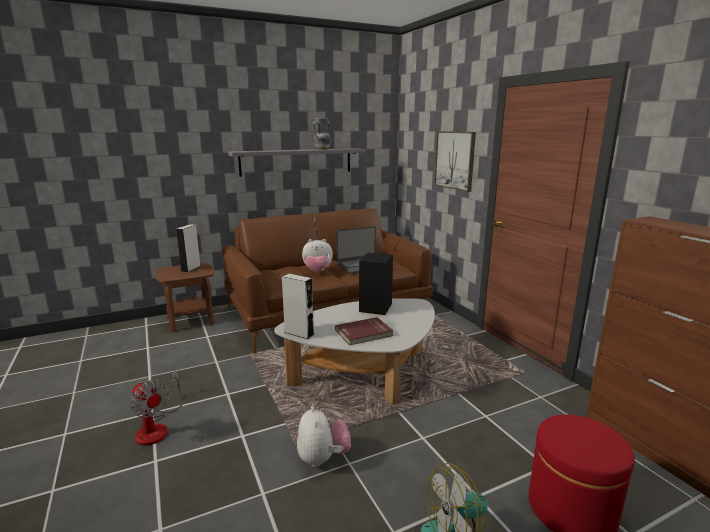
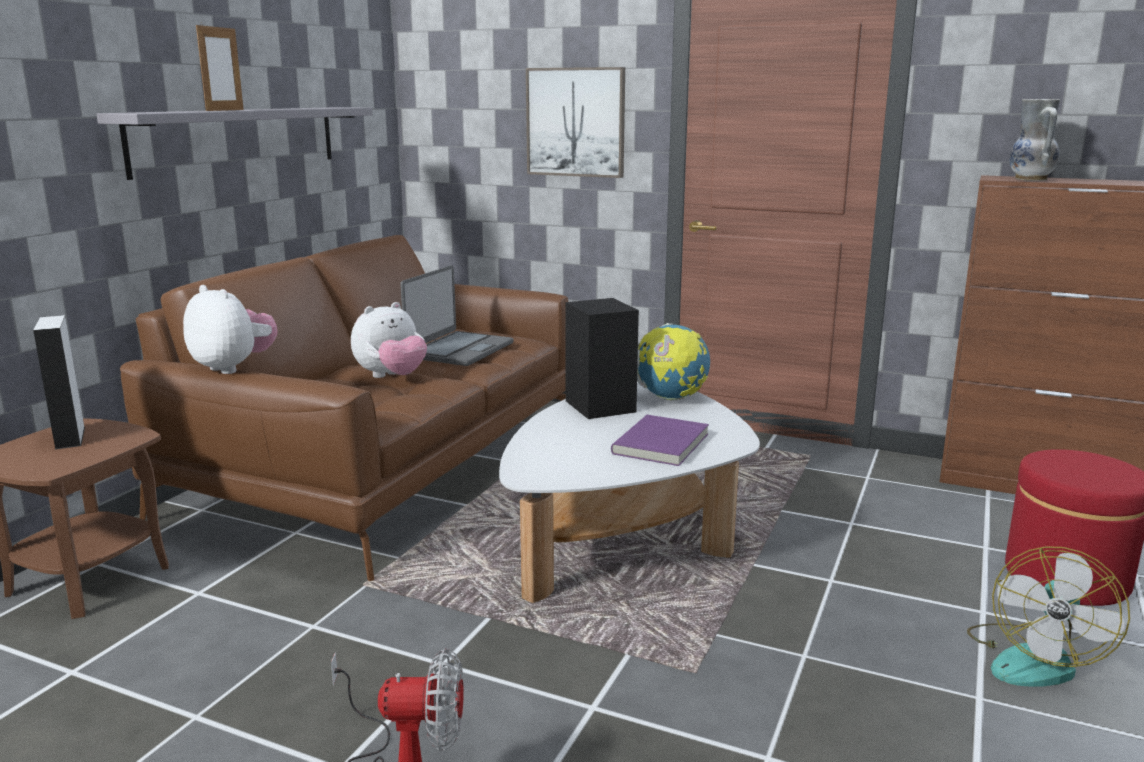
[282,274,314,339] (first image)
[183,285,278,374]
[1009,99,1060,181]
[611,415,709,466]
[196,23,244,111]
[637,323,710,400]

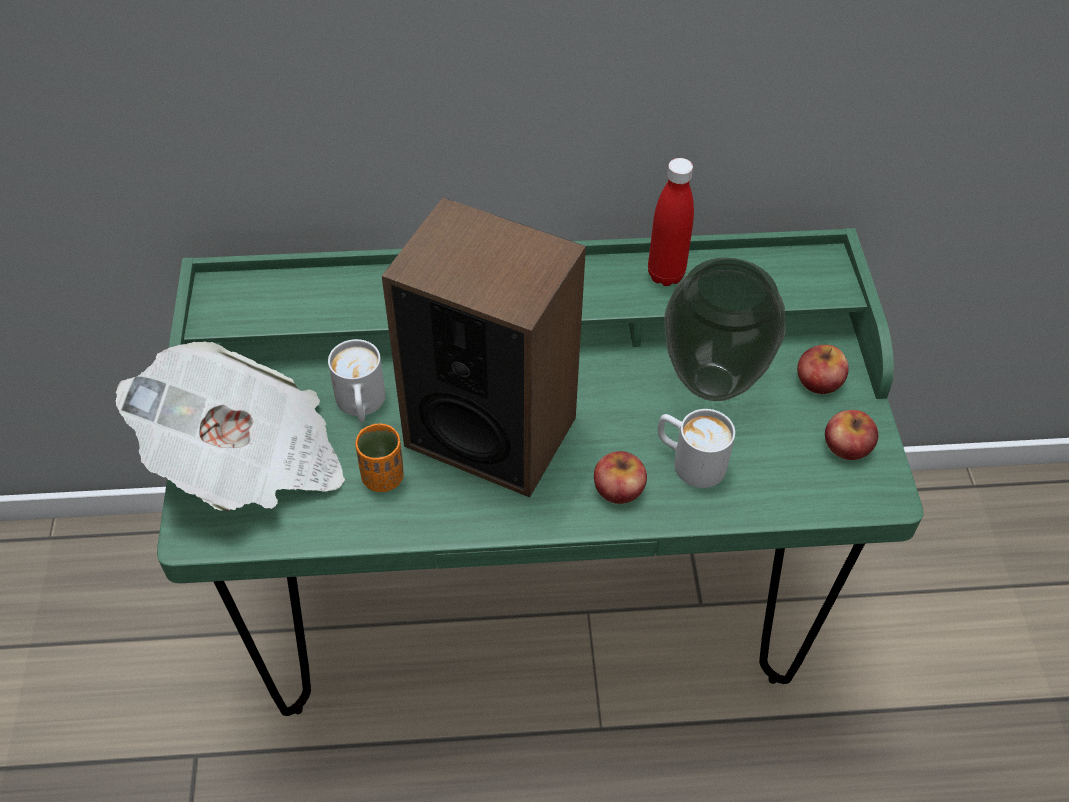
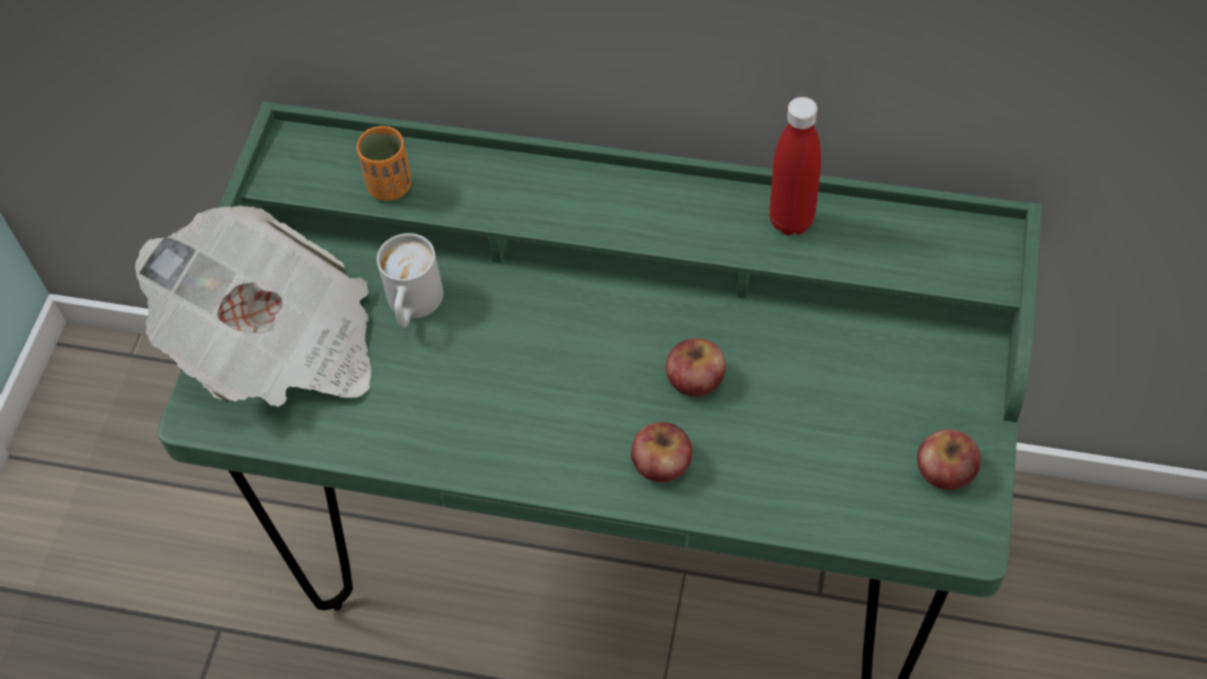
[356,125,411,201]
[382,197,586,497] (first image)
[658,409,735,488] (first image)
[664,258,786,401] (first image)
[666,338,726,397]

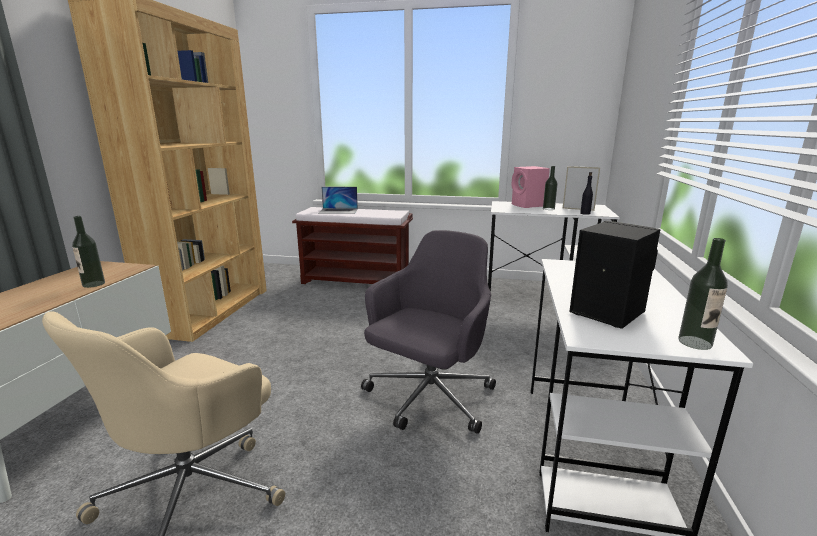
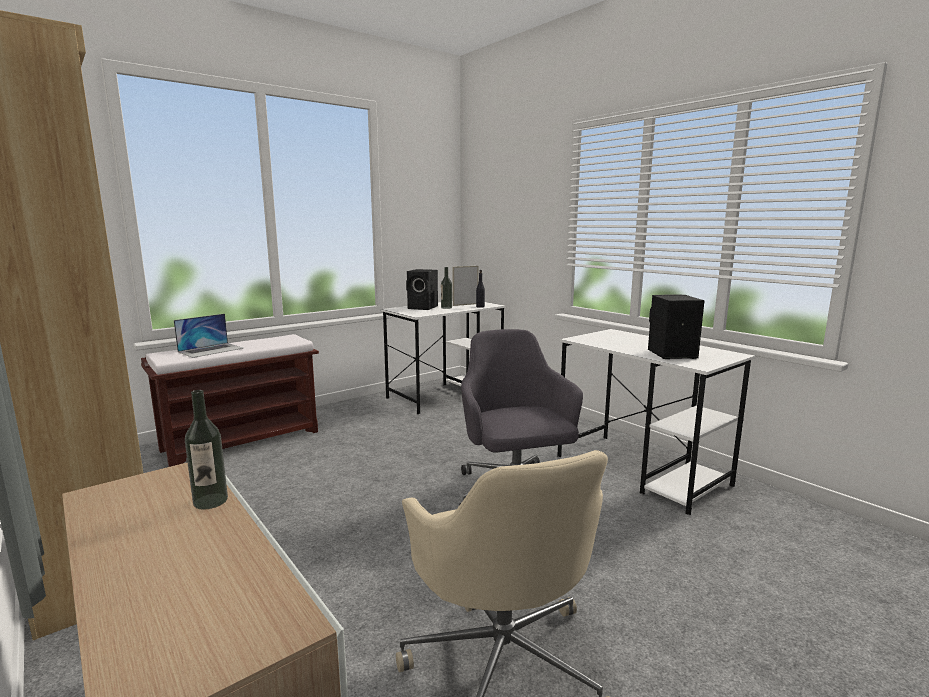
[406,269,438,310]
[678,238,728,350] (first image)

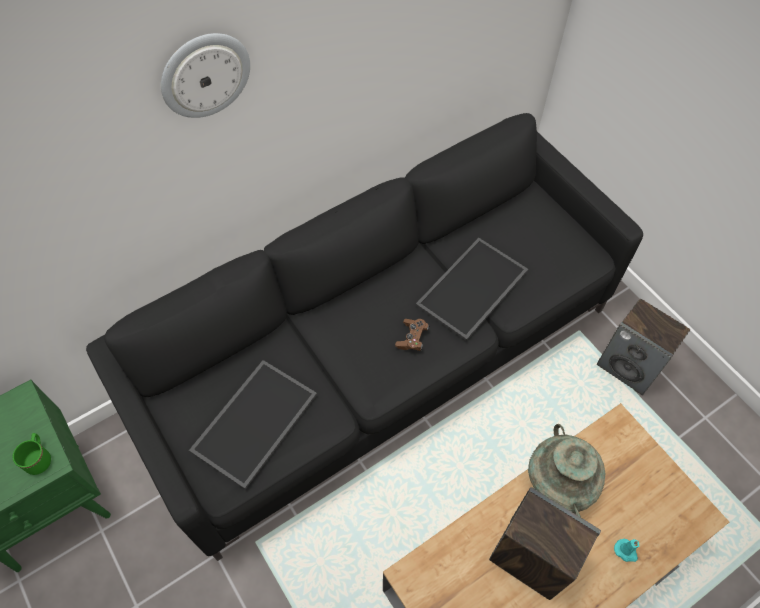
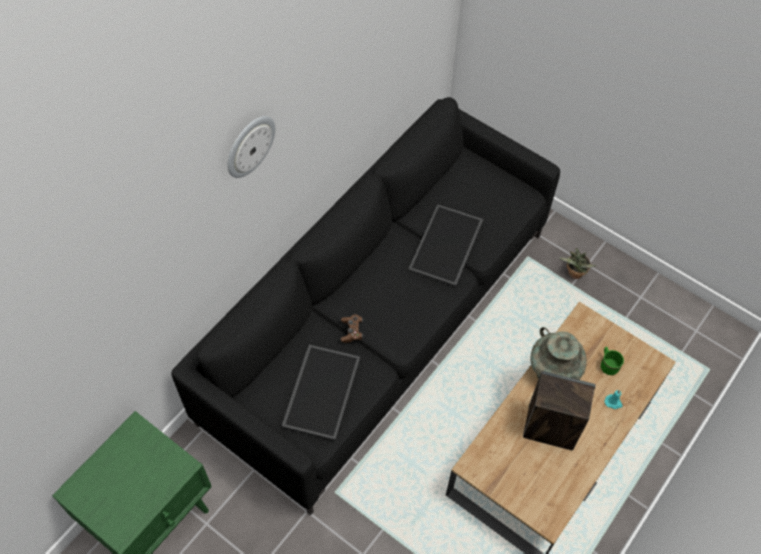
[601,347,624,375]
[341,314,363,343]
[560,248,596,279]

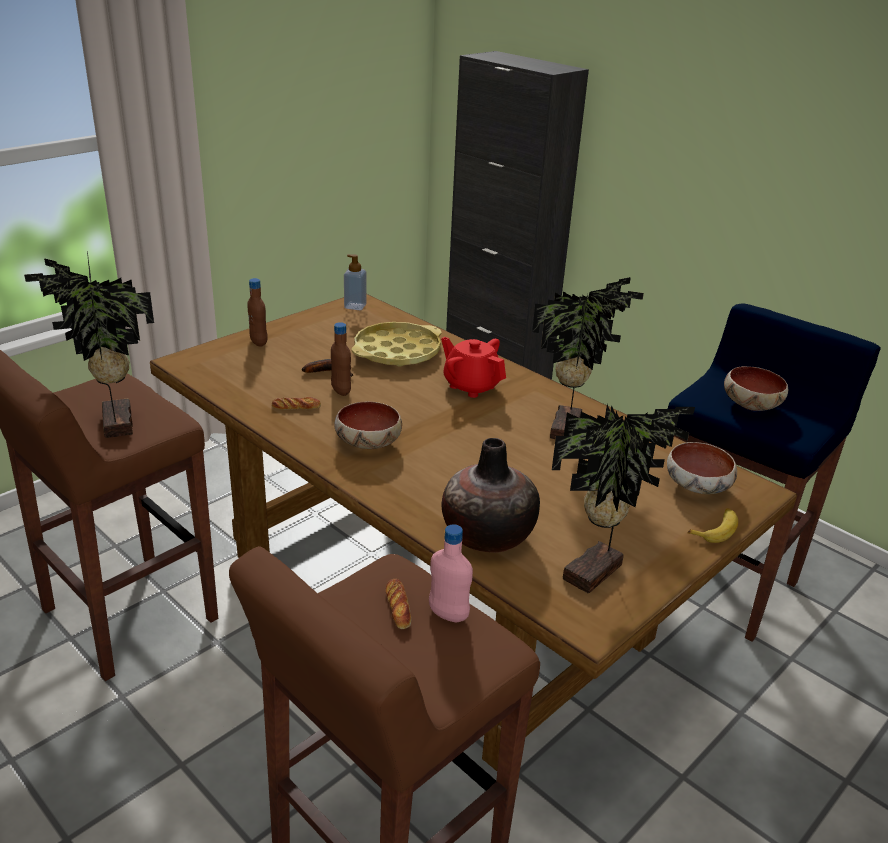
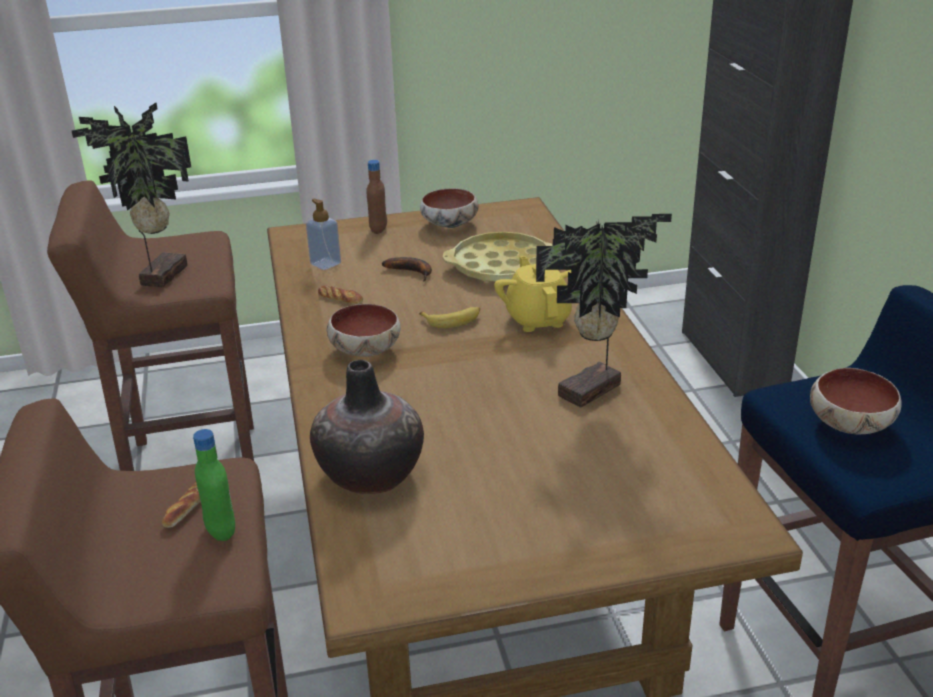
[331,322,351,396] (first image)
[306,199,341,270]
[193,429,235,541]
[494,256,572,332]
[552,404,695,593] (first image)
[420,188,479,228]
[419,307,480,328]

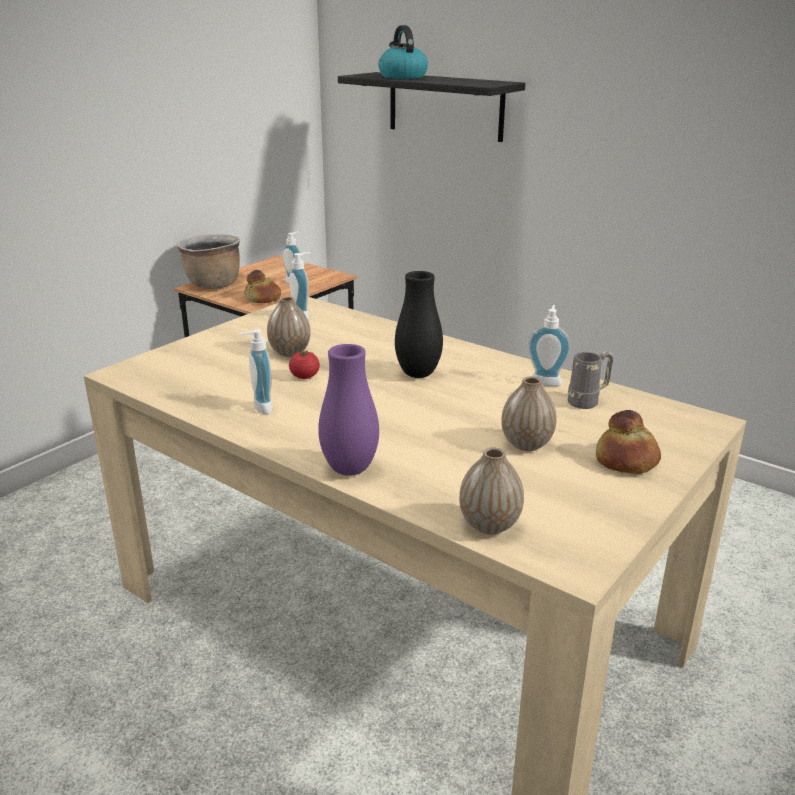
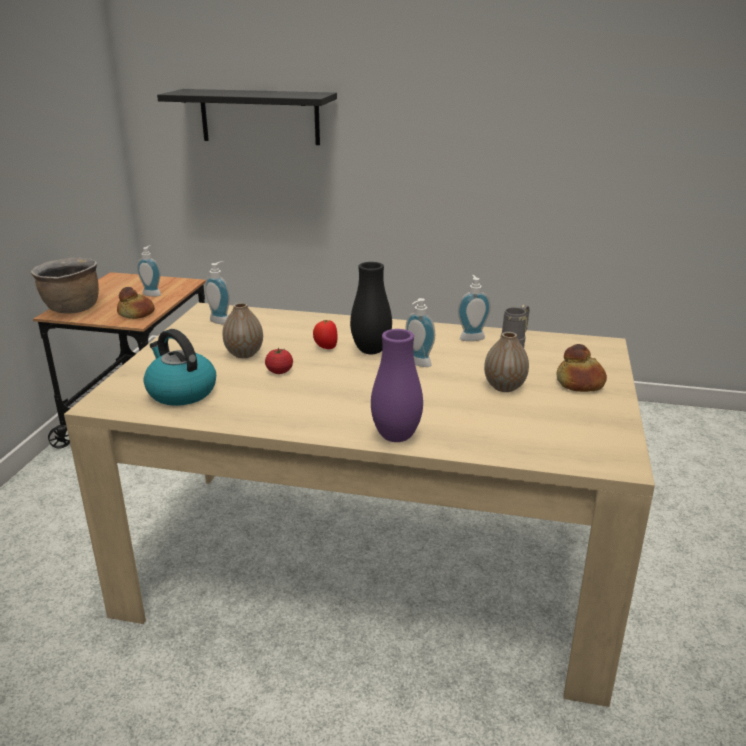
[406,298,435,367]
[143,329,216,406]
[459,447,524,535] (first image)
[313,320,338,349]

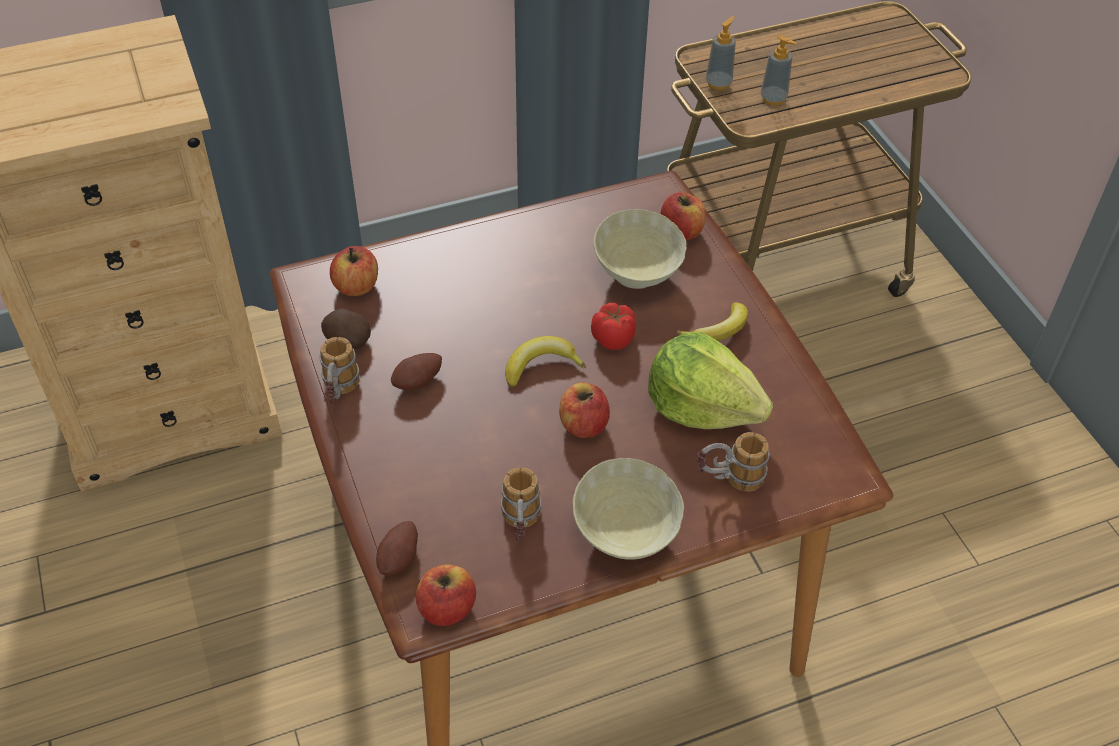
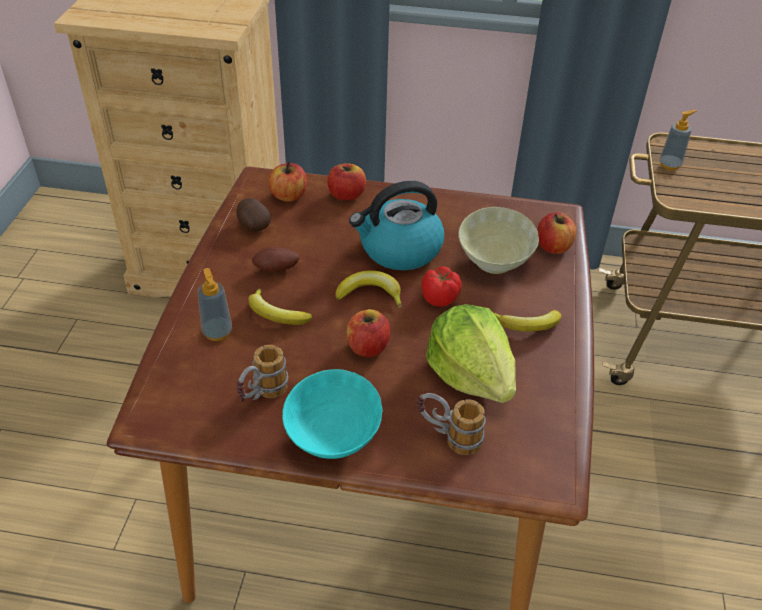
[319,337,360,404] (first image)
[376,521,418,575] (first image)
[327,163,366,201]
[282,369,382,459]
[197,268,232,341]
[248,289,312,325]
[349,181,444,270]

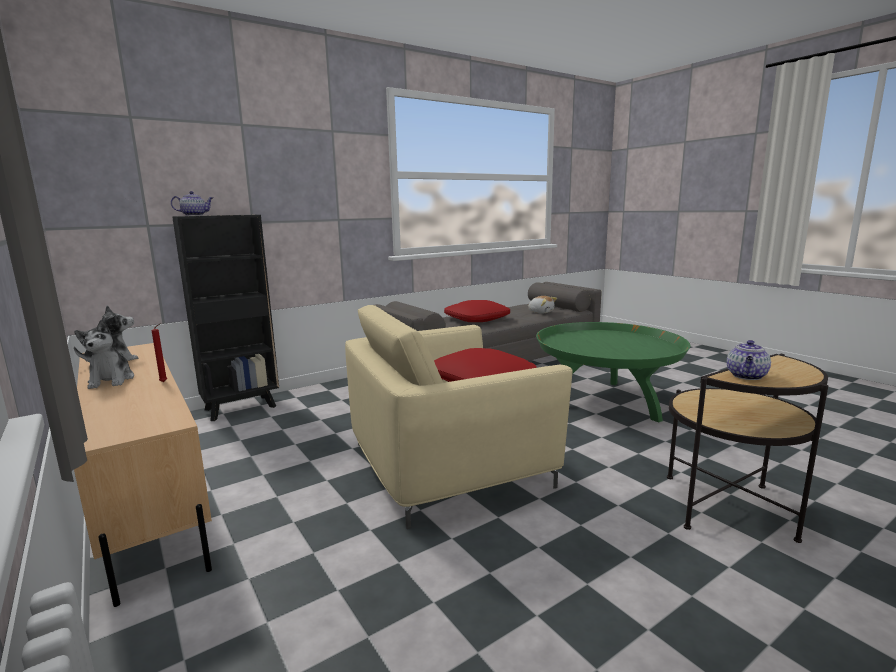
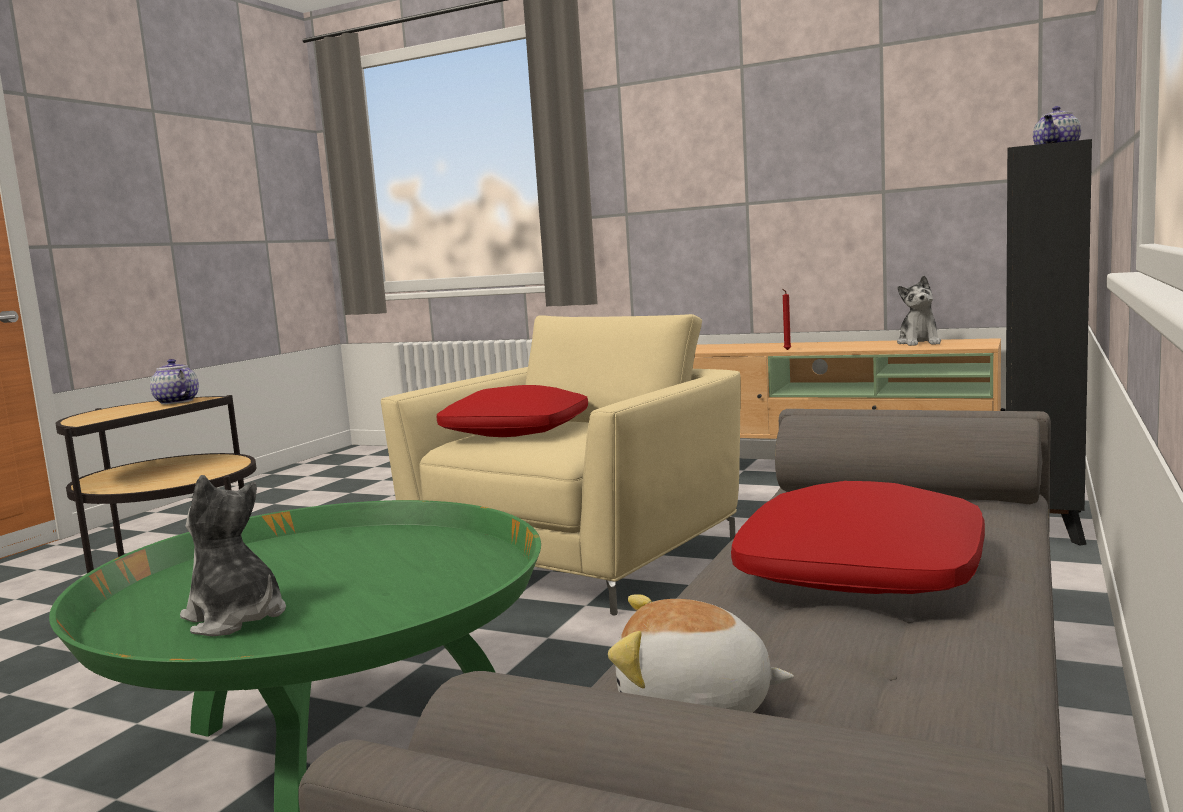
[180,475,286,636]
[150,359,199,404]

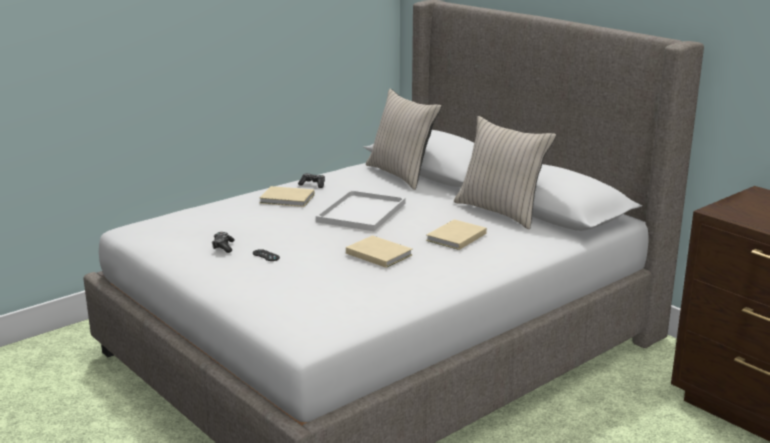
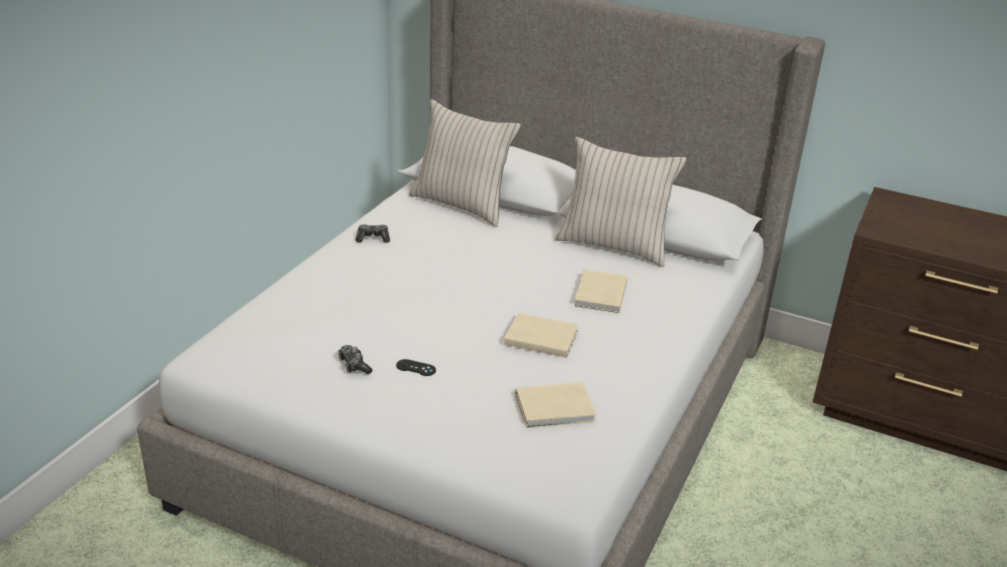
[516,382,597,428]
[316,190,405,231] (first image)

